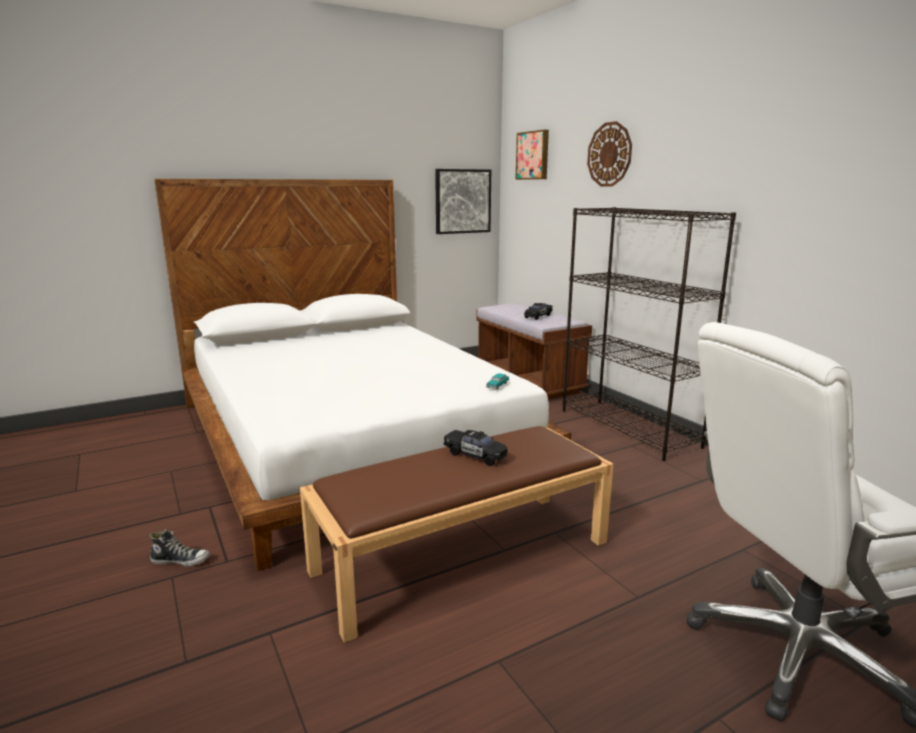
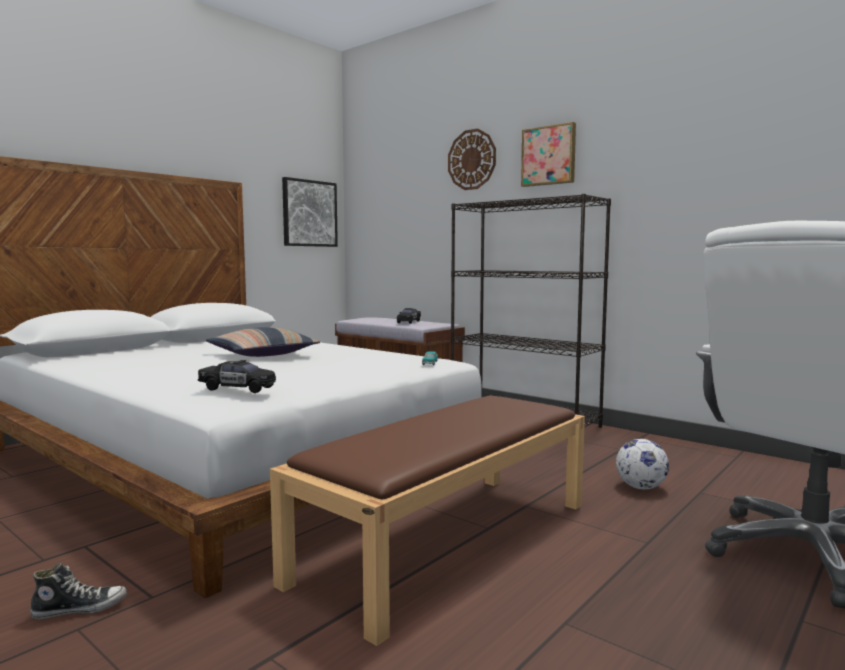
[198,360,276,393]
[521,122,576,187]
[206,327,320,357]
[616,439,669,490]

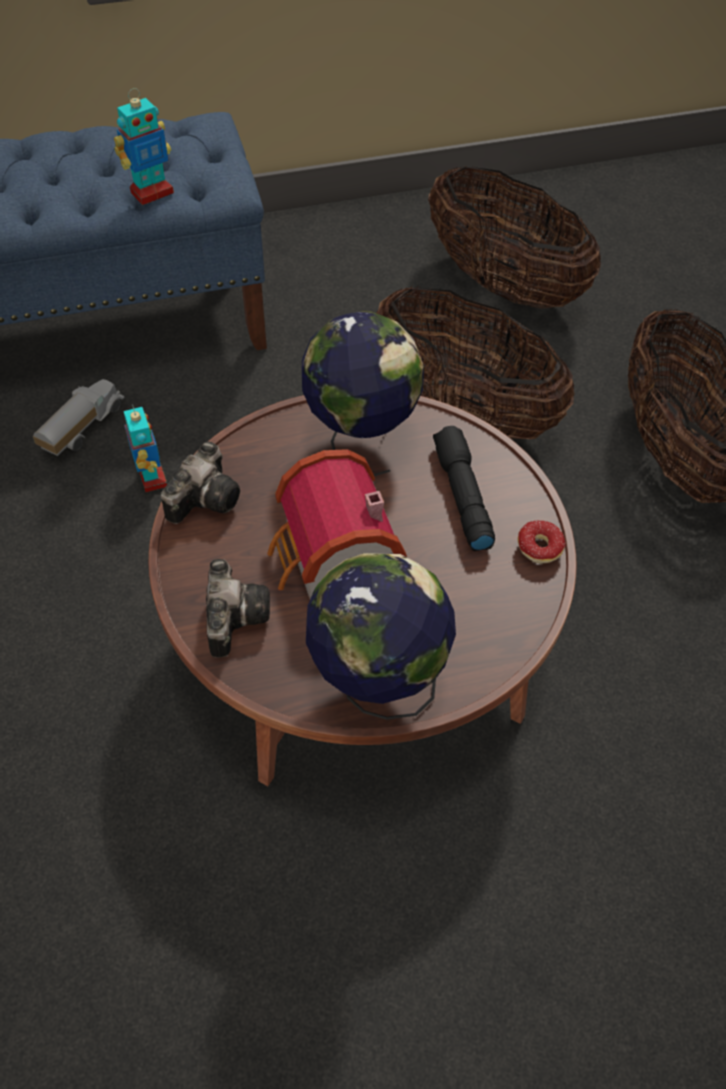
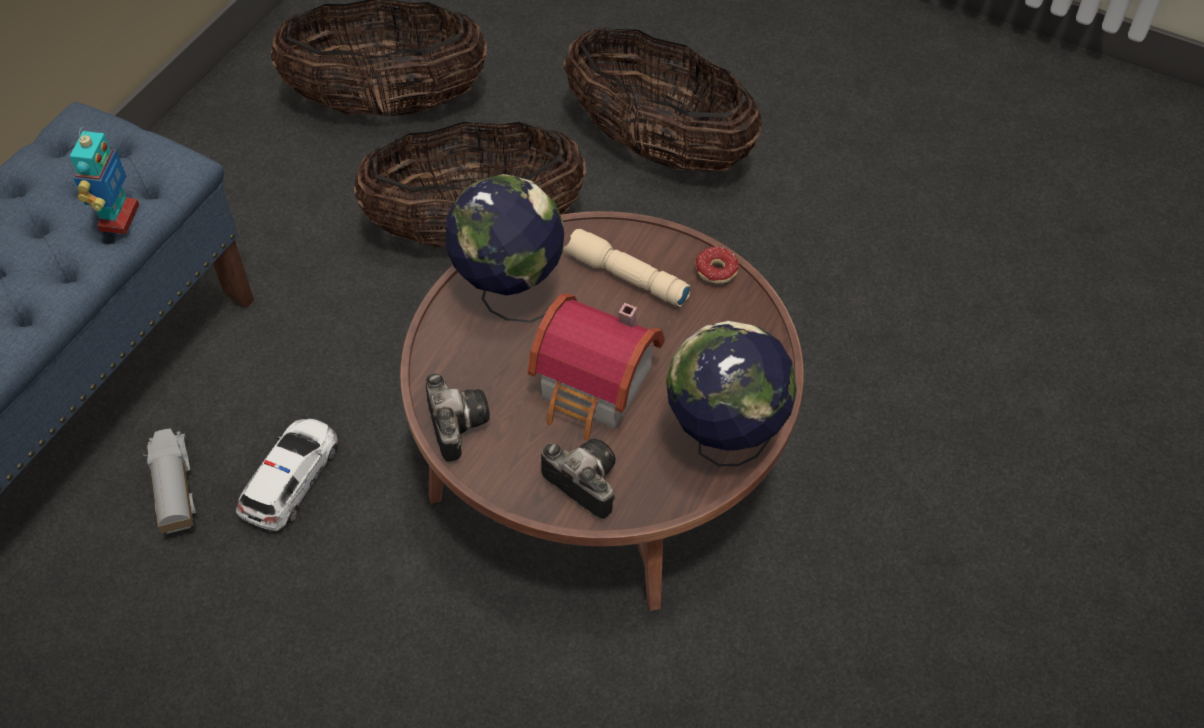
[236,419,338,532]
[563,229,691,307]

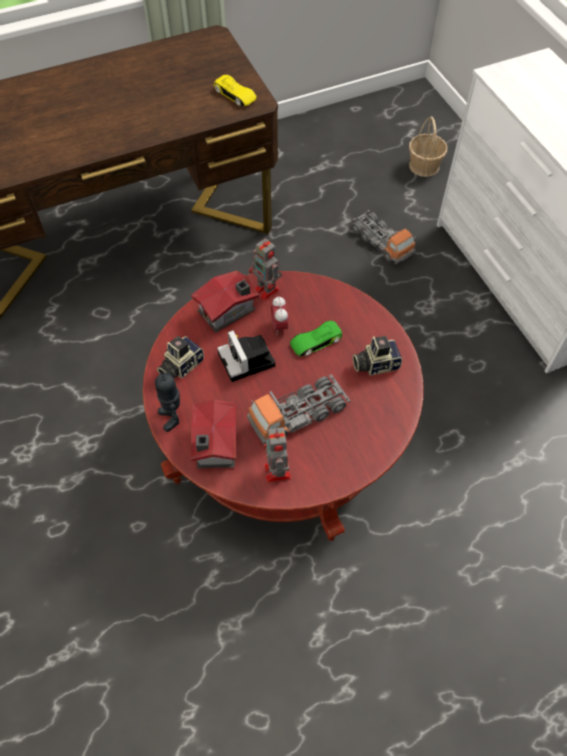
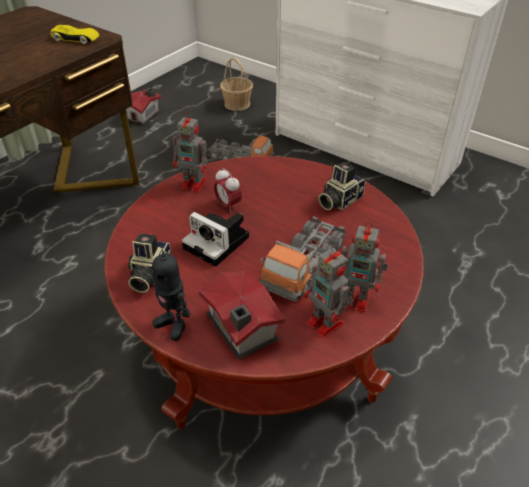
[126,88,161,125]
[290,321,342,357] (first image)
[342,222,388,312]

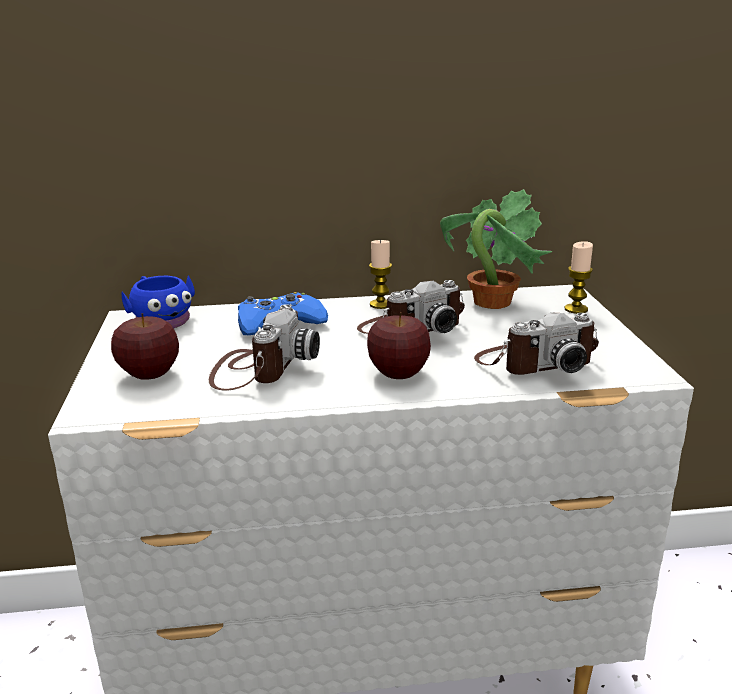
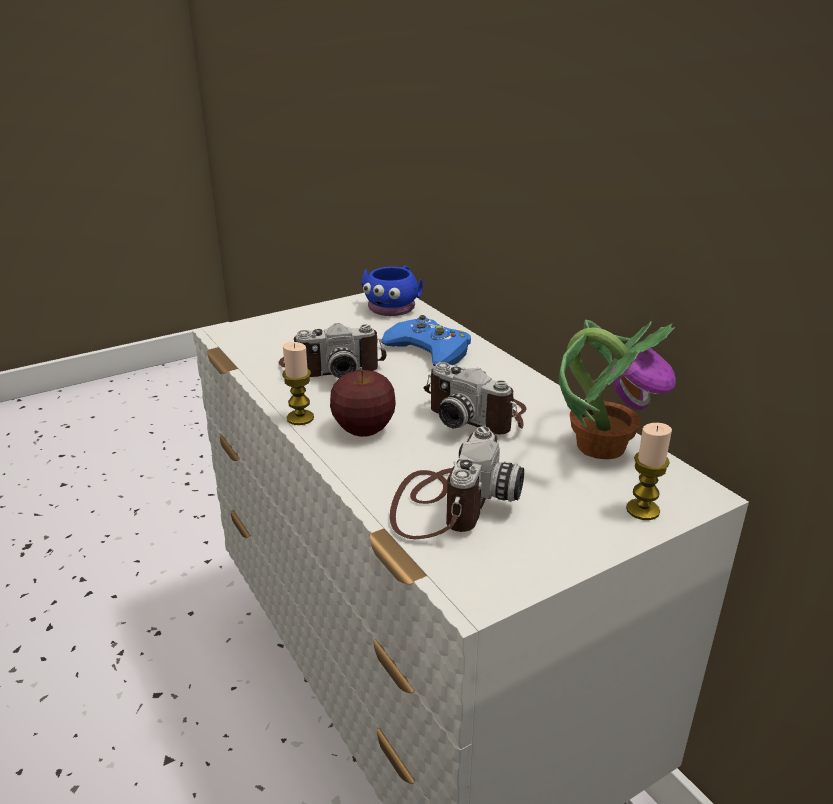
[111,313,179,380] (first image)
[282,342,314,425]
[390,426,524,539]

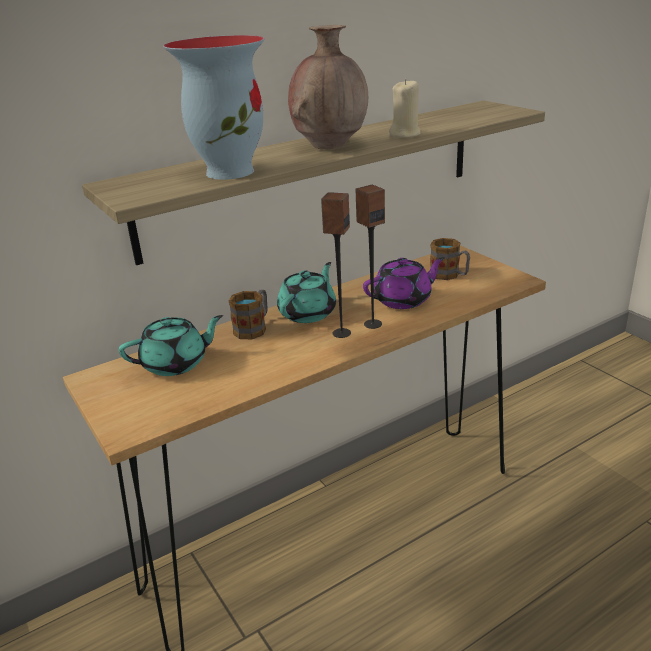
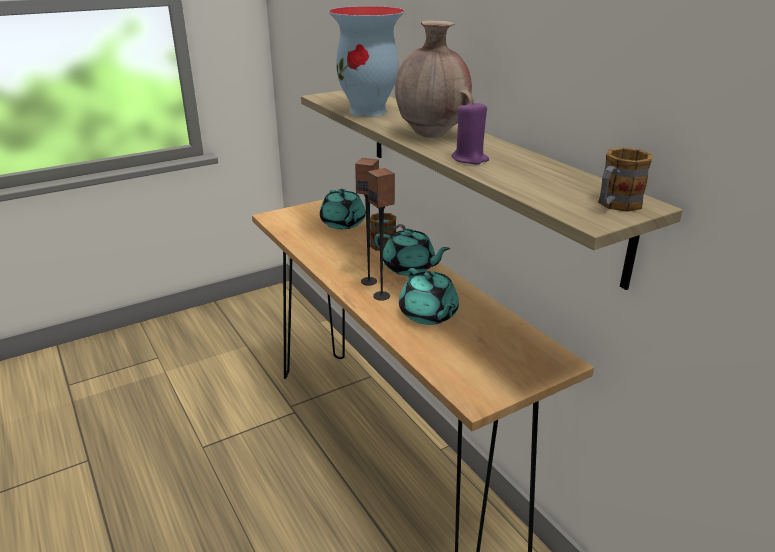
[399,268,459,325]
[452,100,489,164]
[598,148,653,212]

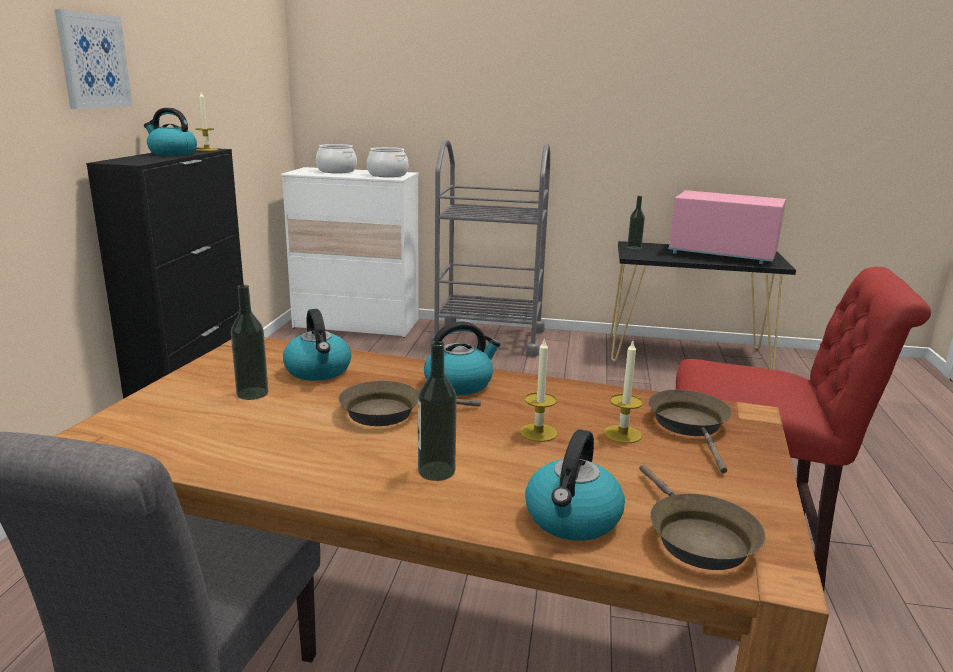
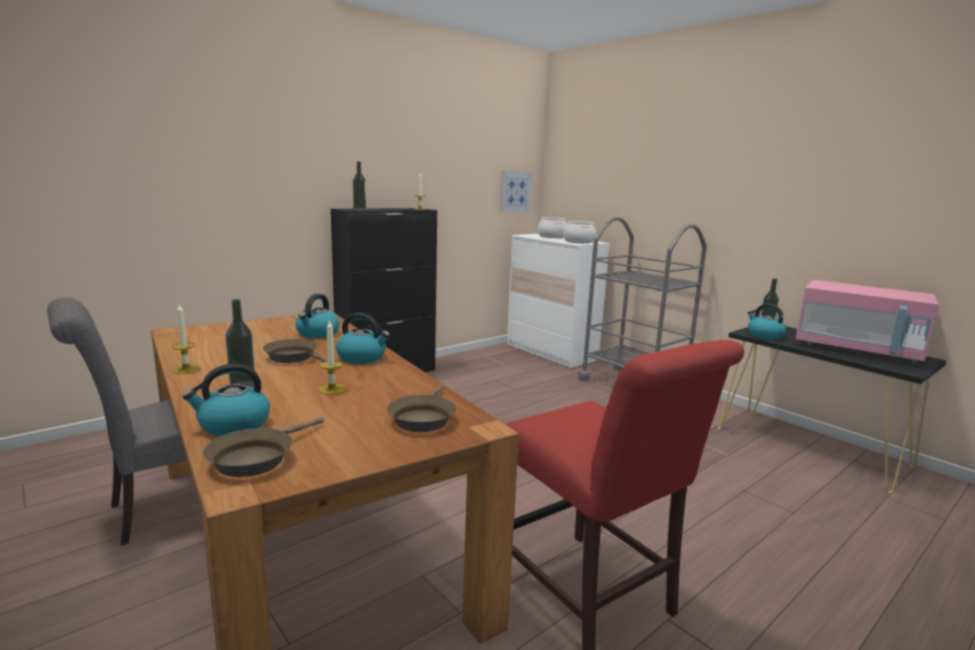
[500,171,533,212]
[748,304,786,340]
[353,161,366,210]
[171,304,200,374]
[387,385,456,432]
[796,280,939,363]

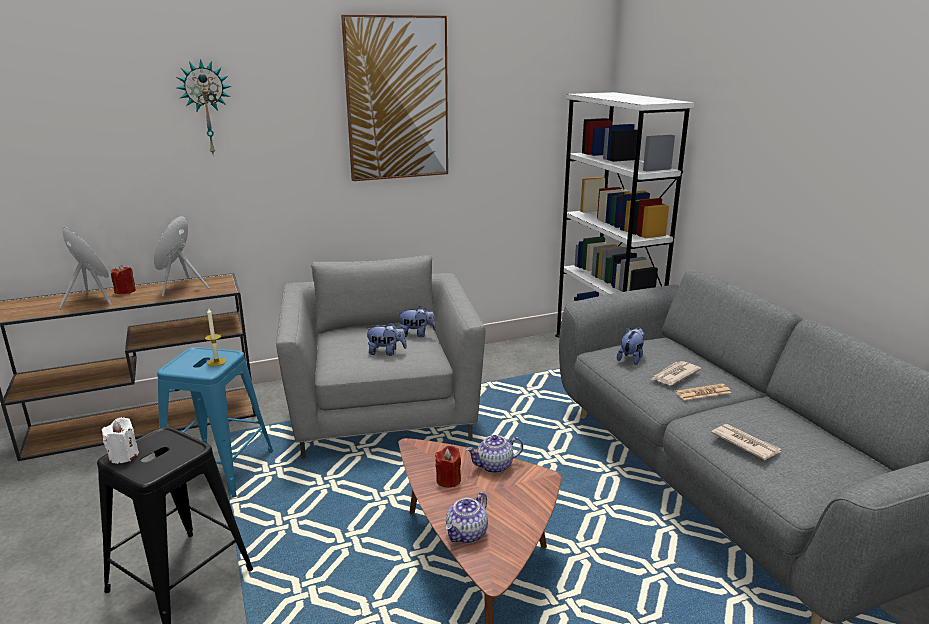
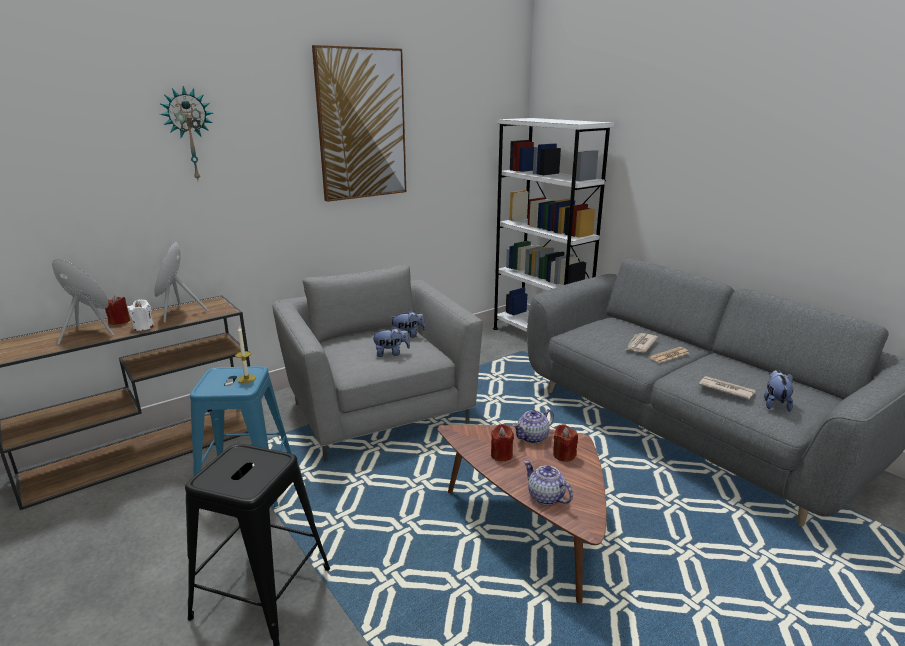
[127,299,154,331]
[524,461,573,505]
[764,370,793,412]
[553,424,578,462]

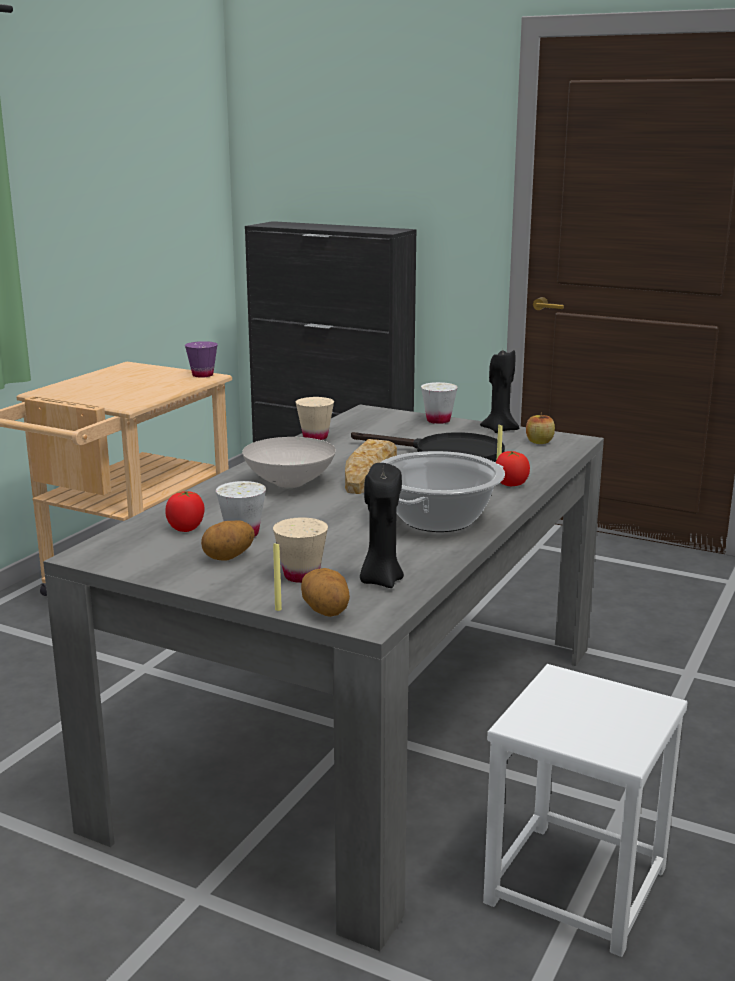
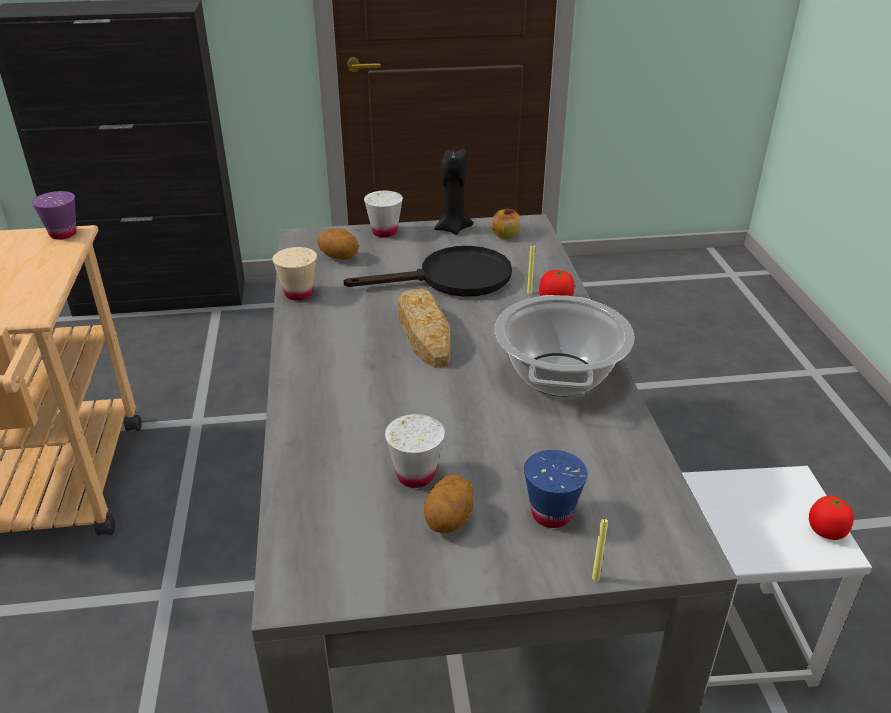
[809,496,854,540]
[242,437,336,488] (first image)
[524,450,588,528]
[317,228,359,260]
[360,463,404,588] (first image)

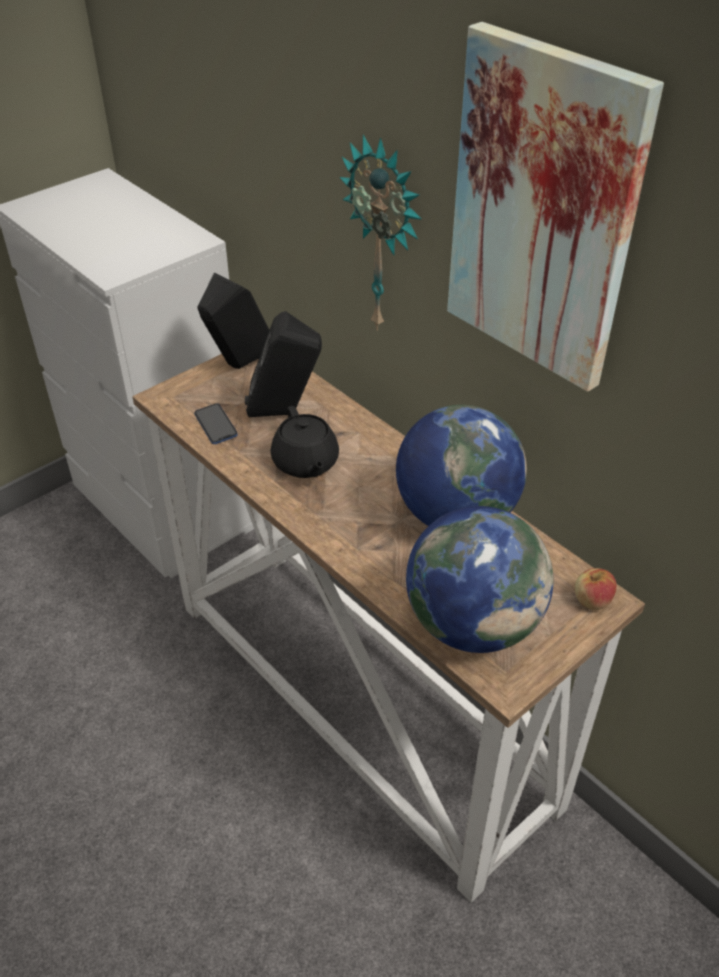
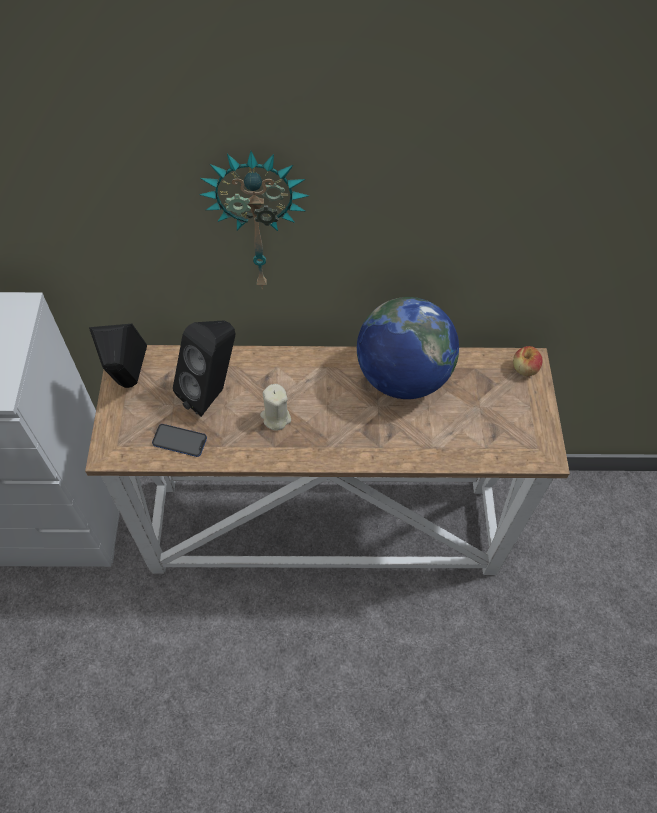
[260,384,291,431]
[406,506,554,653] (first image)
[447,22,664,392] (first image)

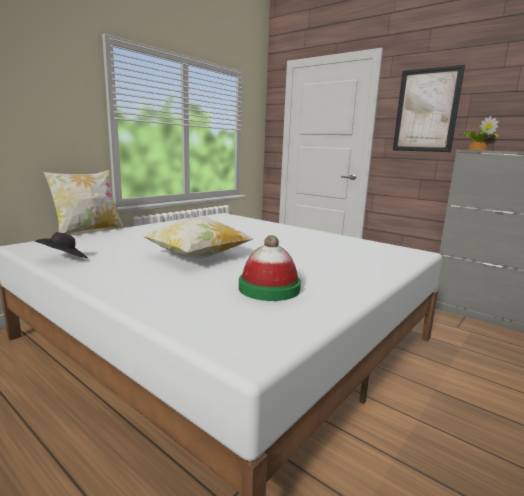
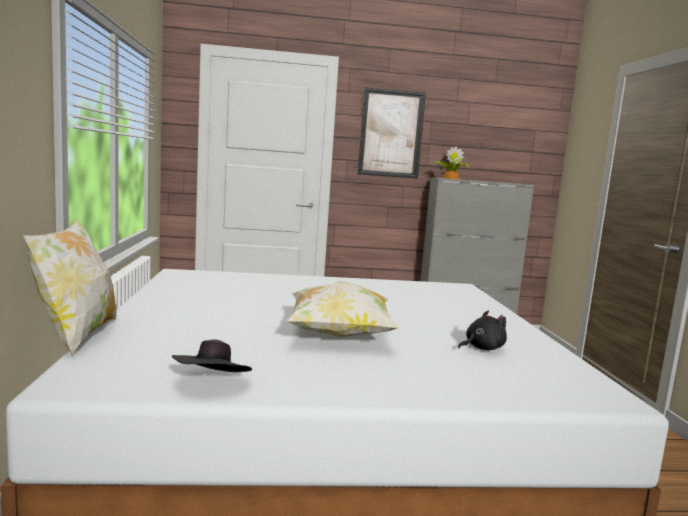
[458,311,507,350]

